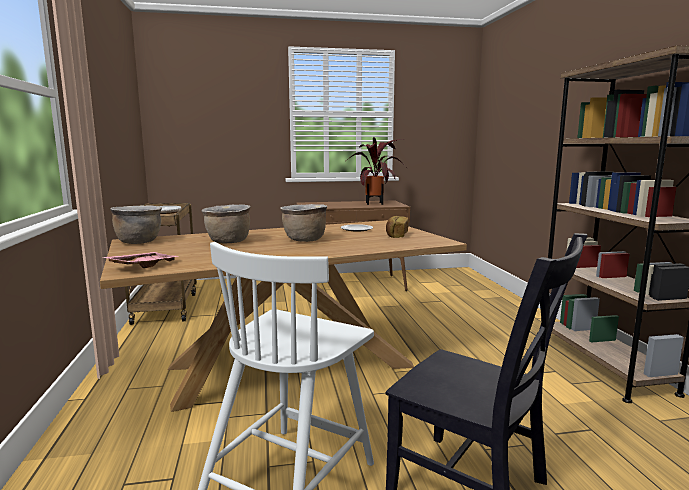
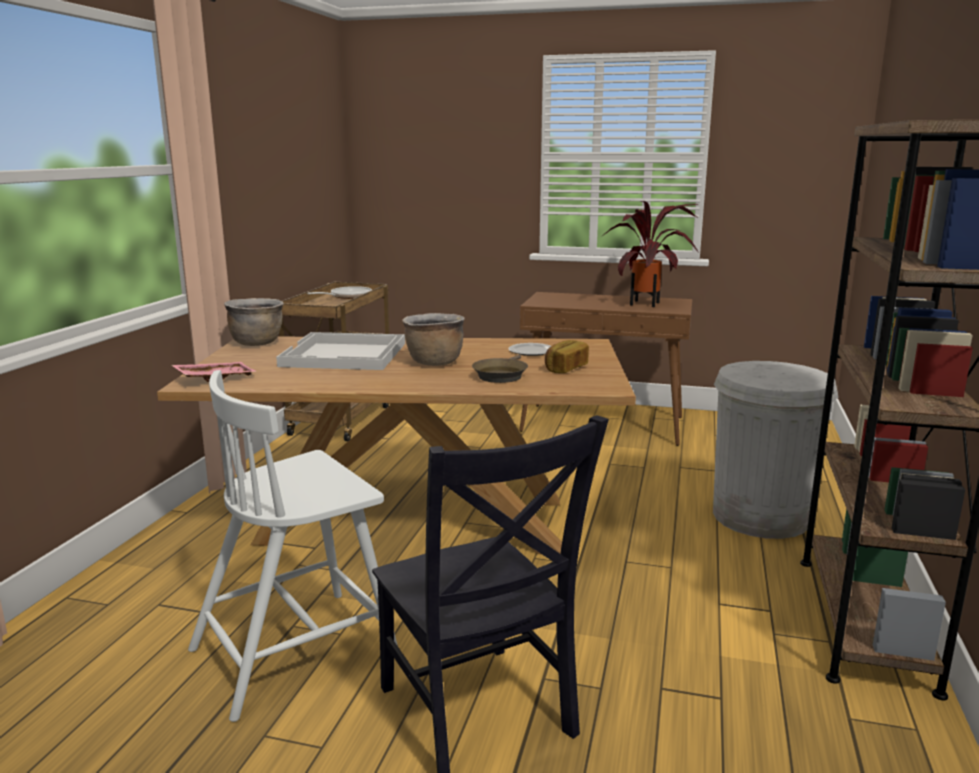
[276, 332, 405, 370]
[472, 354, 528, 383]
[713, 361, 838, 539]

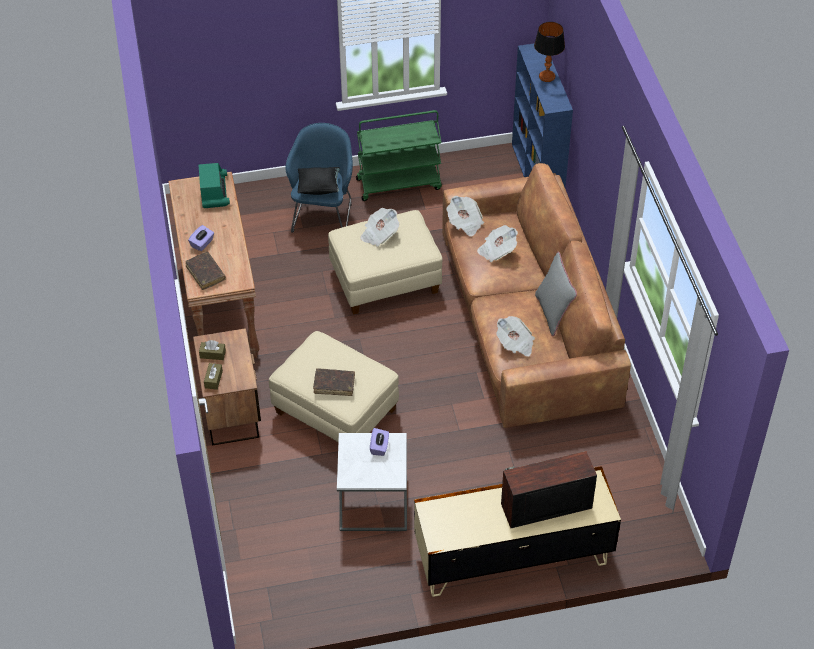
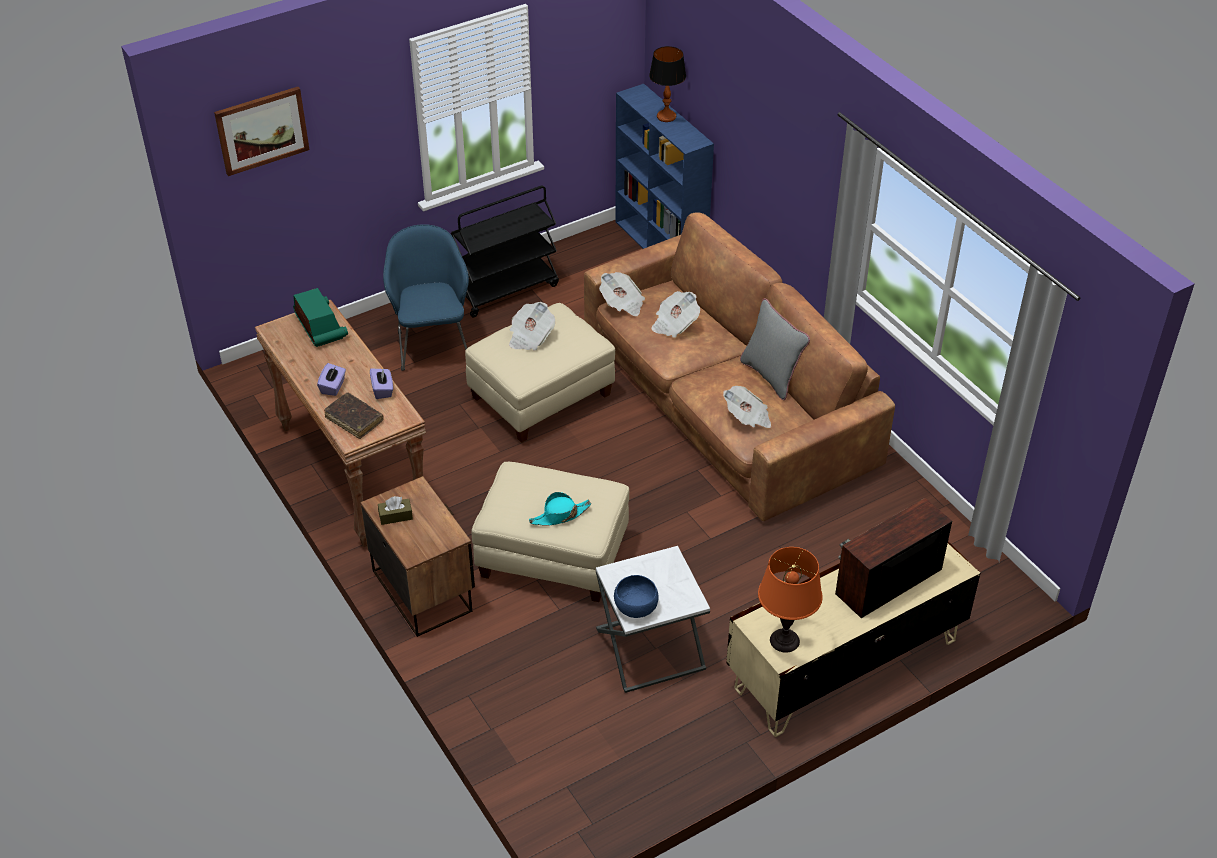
[451, 186, 559, 317]
[298, 167, 340, 195] (first image)
[204, 363, 223, 390] (first image)
[529, 492, 591, 526]
[370, 367, 393, 399]
[214, 87, 310, 176]
[758, 547, 823, 653]
[614, 575, 659, 618]

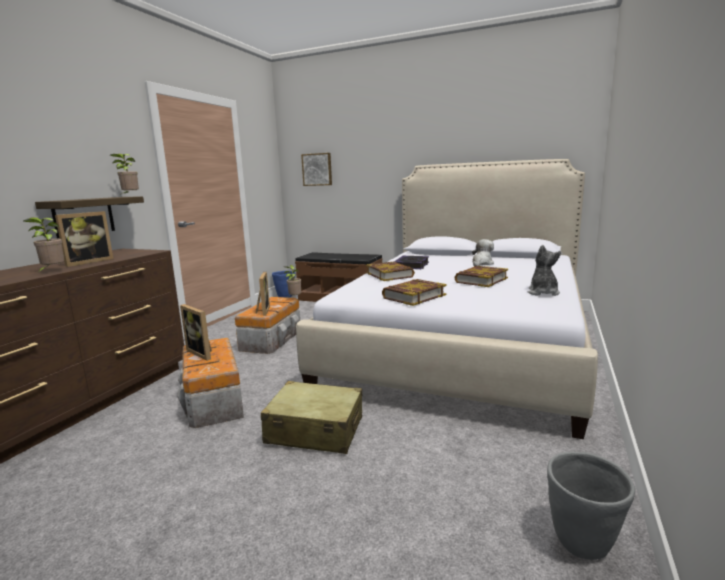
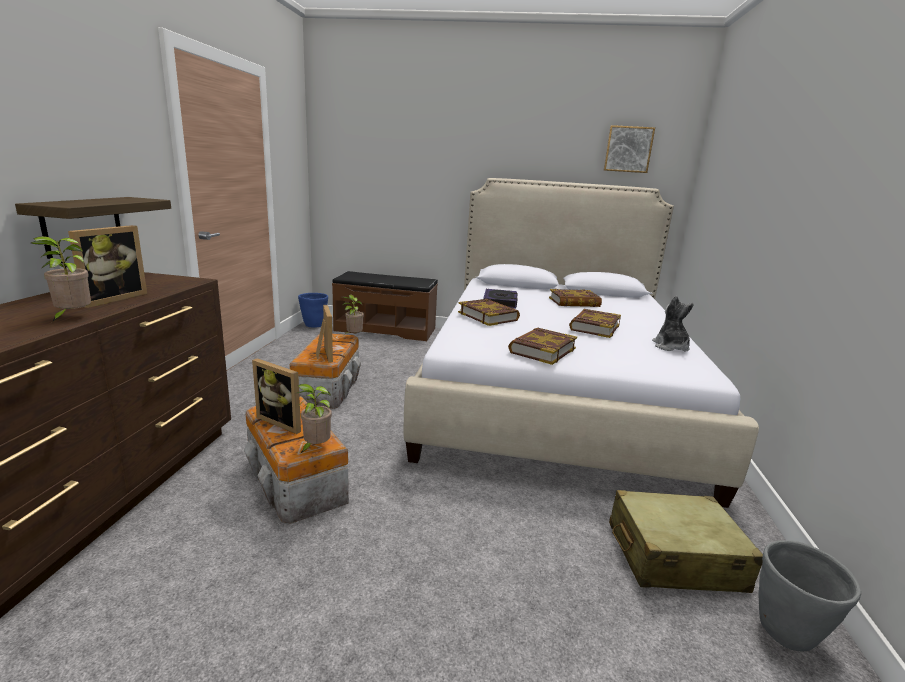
[604, 125, 655, 173]
[297, 384, 332, 454]
[549, 289, 602, 307]
[609, 490, 763, 593]

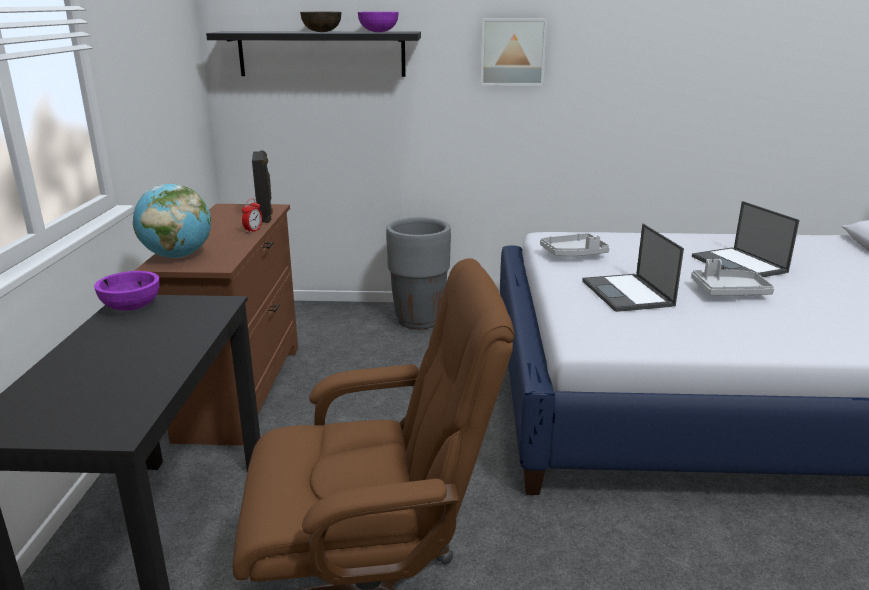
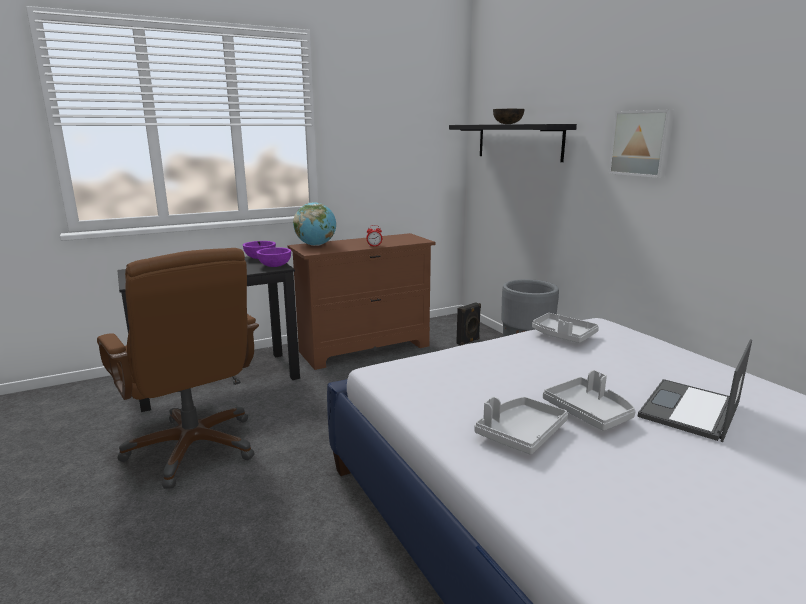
[256, 247, 291, 267]
[456, 302, 481, 346]
[582, 224, 684, 312] (first image)
[474, 397, 568, 455]

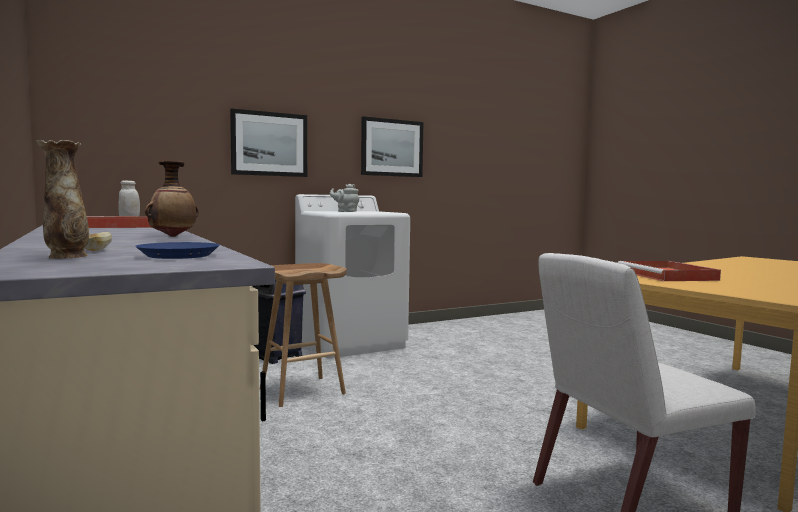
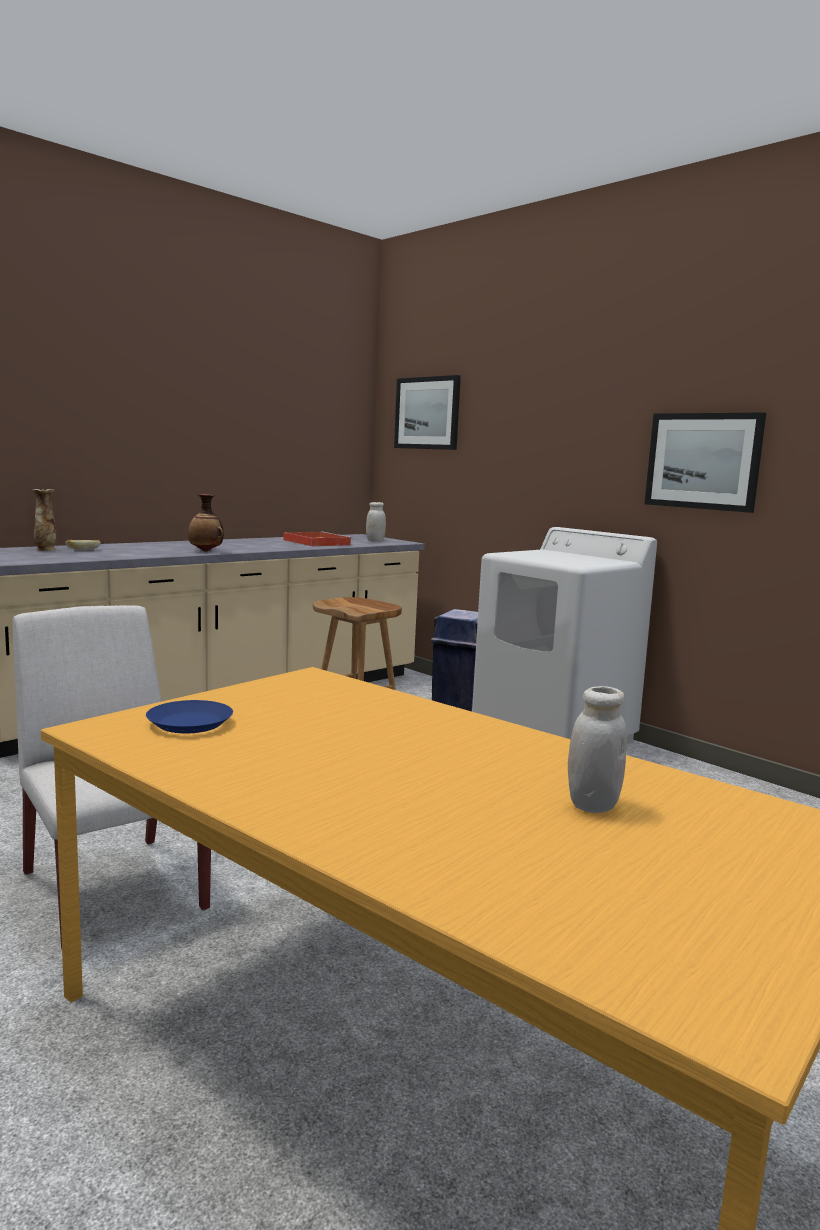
[394, 375, 461, 450]
[330, 184, 359, 212] (first image)
[146, 700, 233, 734]
[617, 261, 721, 281] (first image)
[568, 686, 627, 813]

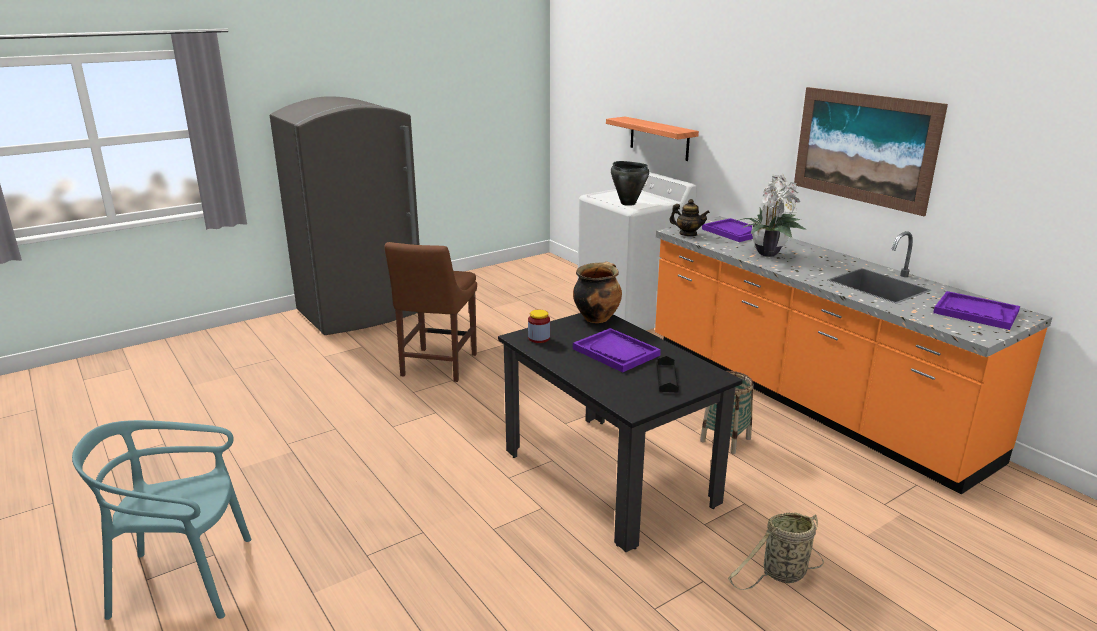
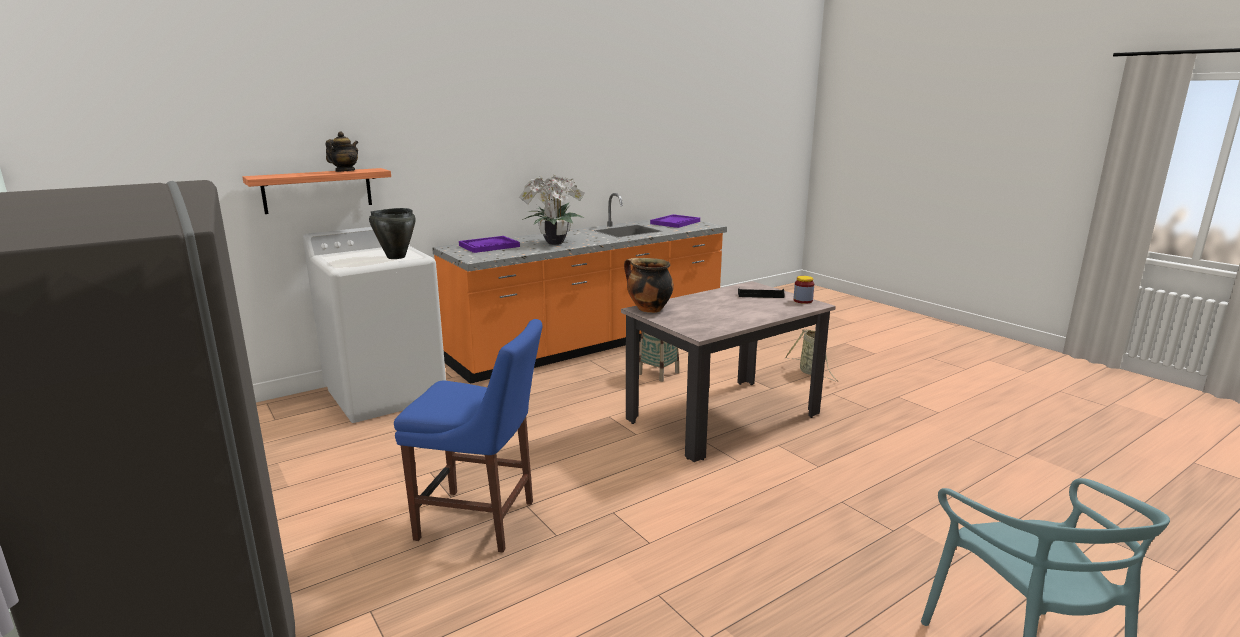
[794, 87, 948, 216] (first image)
[325, 131, 358, 172]
[394, 319, 542, 553]
[793, 276, 814, 304]
[621, 281, 836, 462]
[573, 328, 661, 373] (first image)

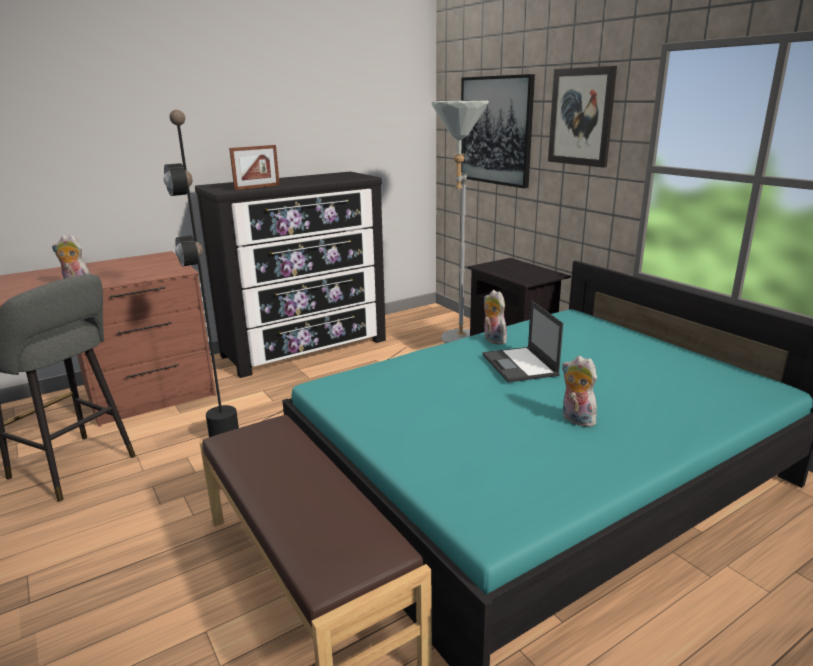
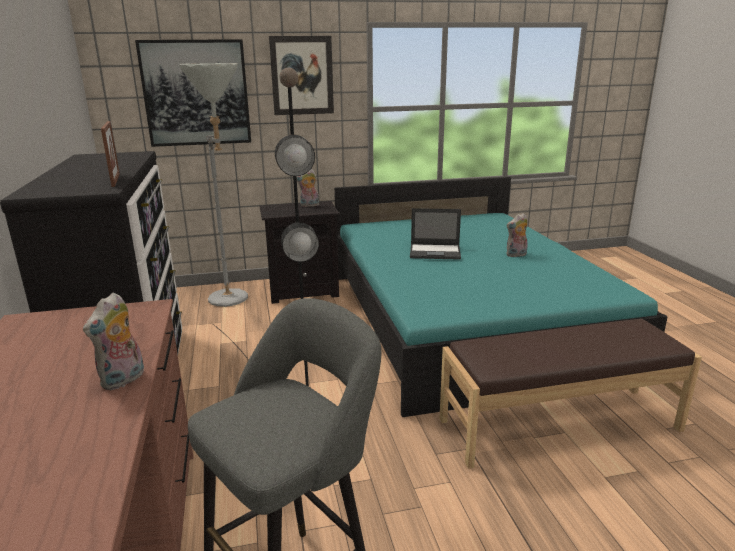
[297, 169, 319, 207]

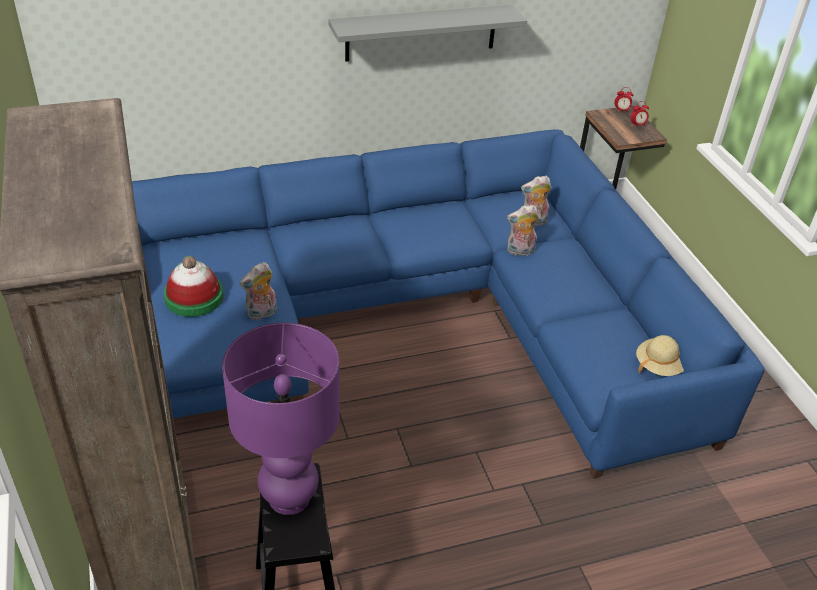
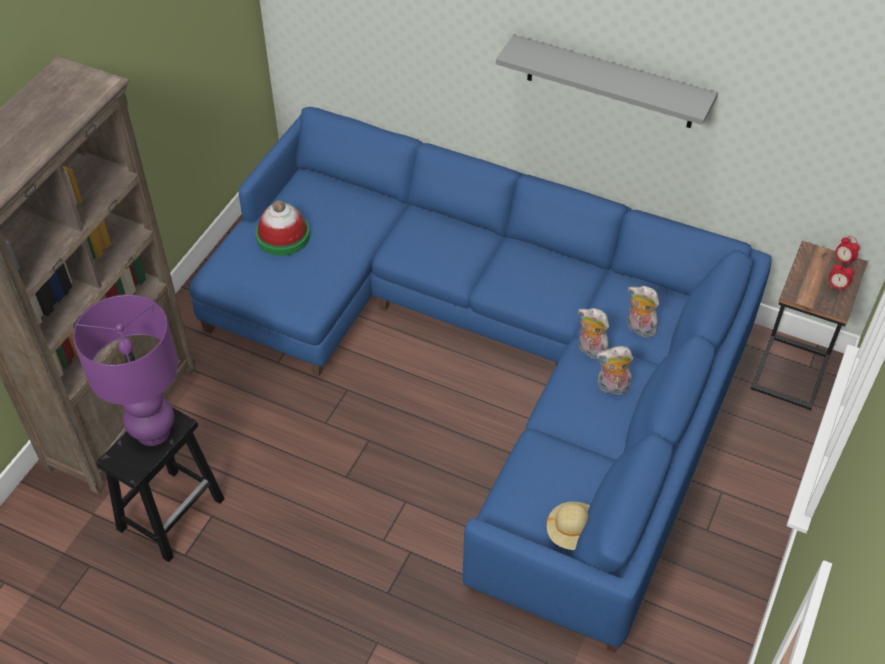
[596, 346, 633, 394]

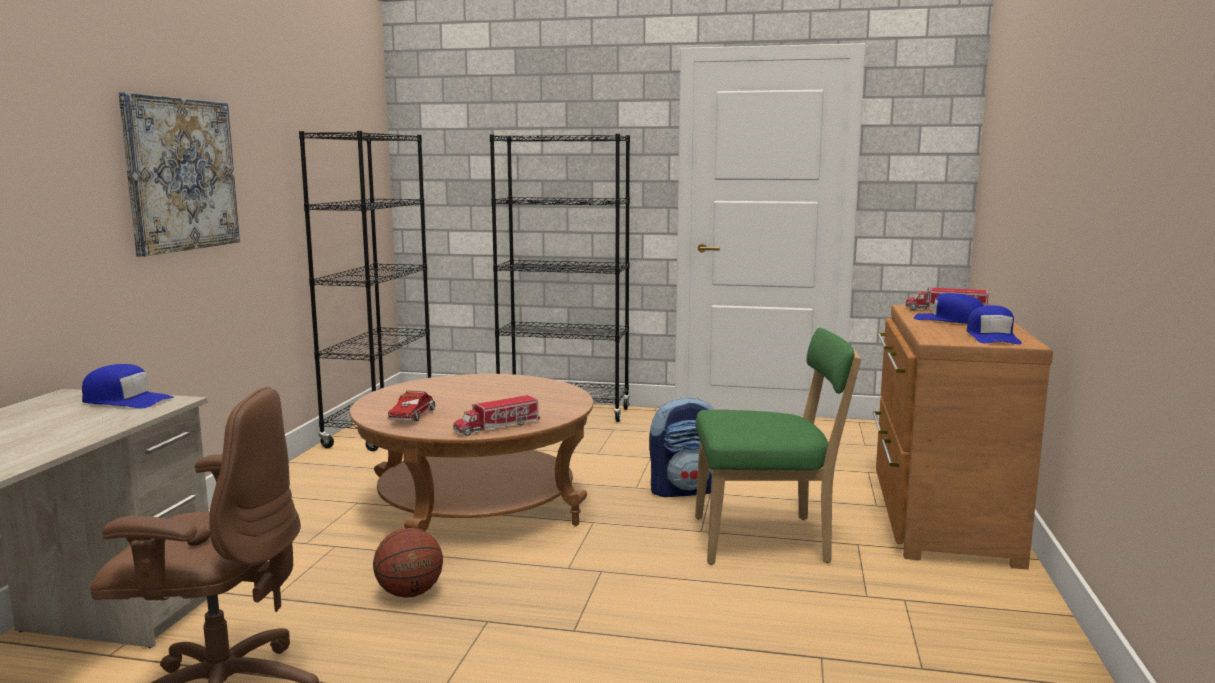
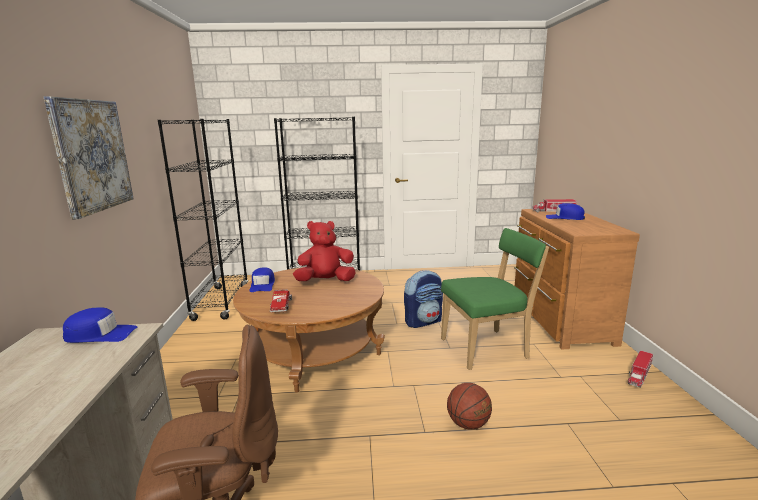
[250, 267, 275, 292]
[628, 351, 653, 388]
[447, 383, 492, 430]
[293, 221, 356, 281]

